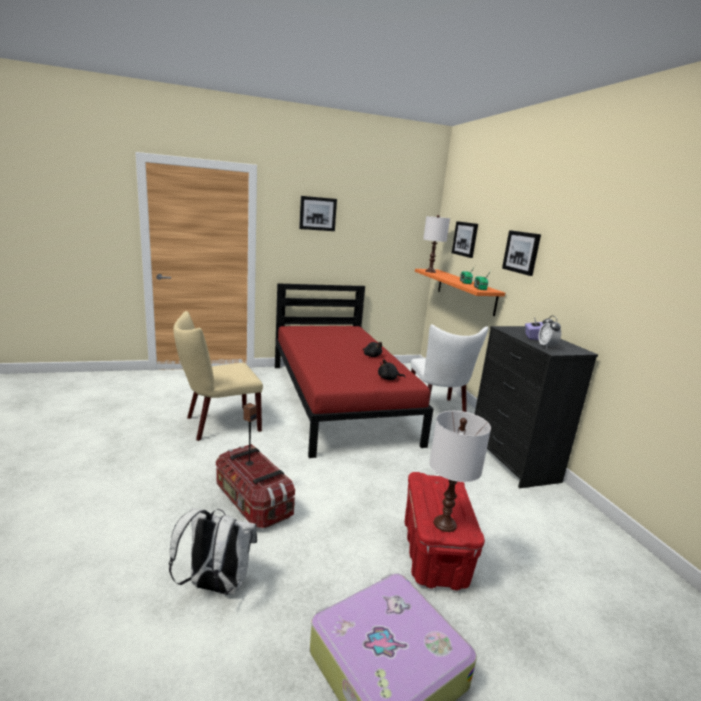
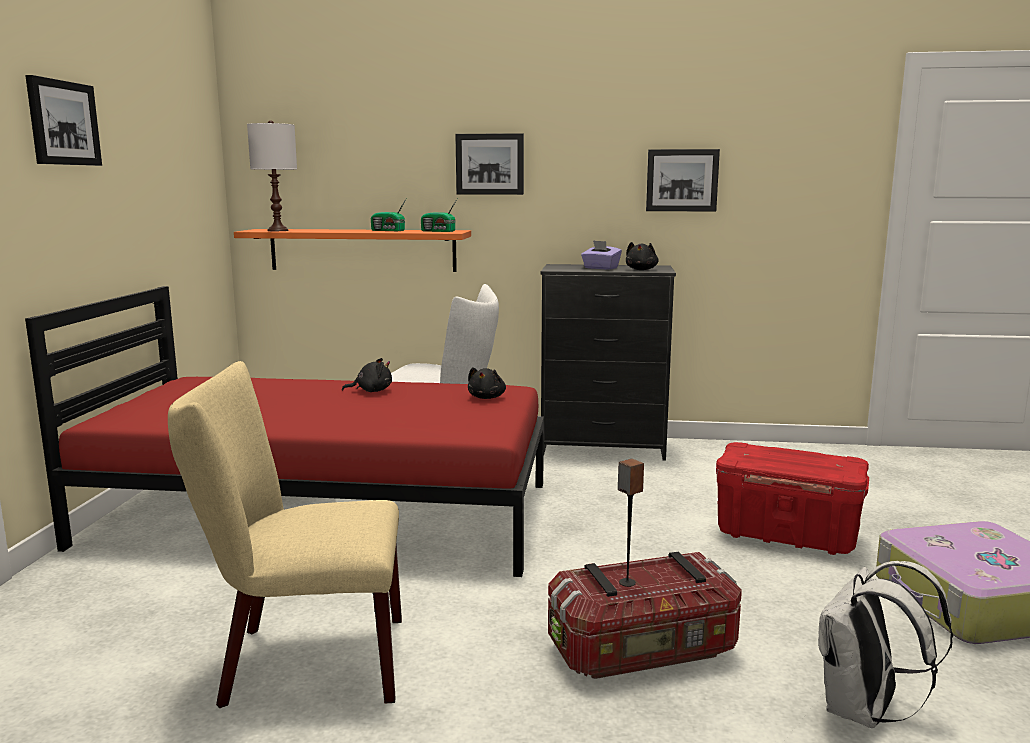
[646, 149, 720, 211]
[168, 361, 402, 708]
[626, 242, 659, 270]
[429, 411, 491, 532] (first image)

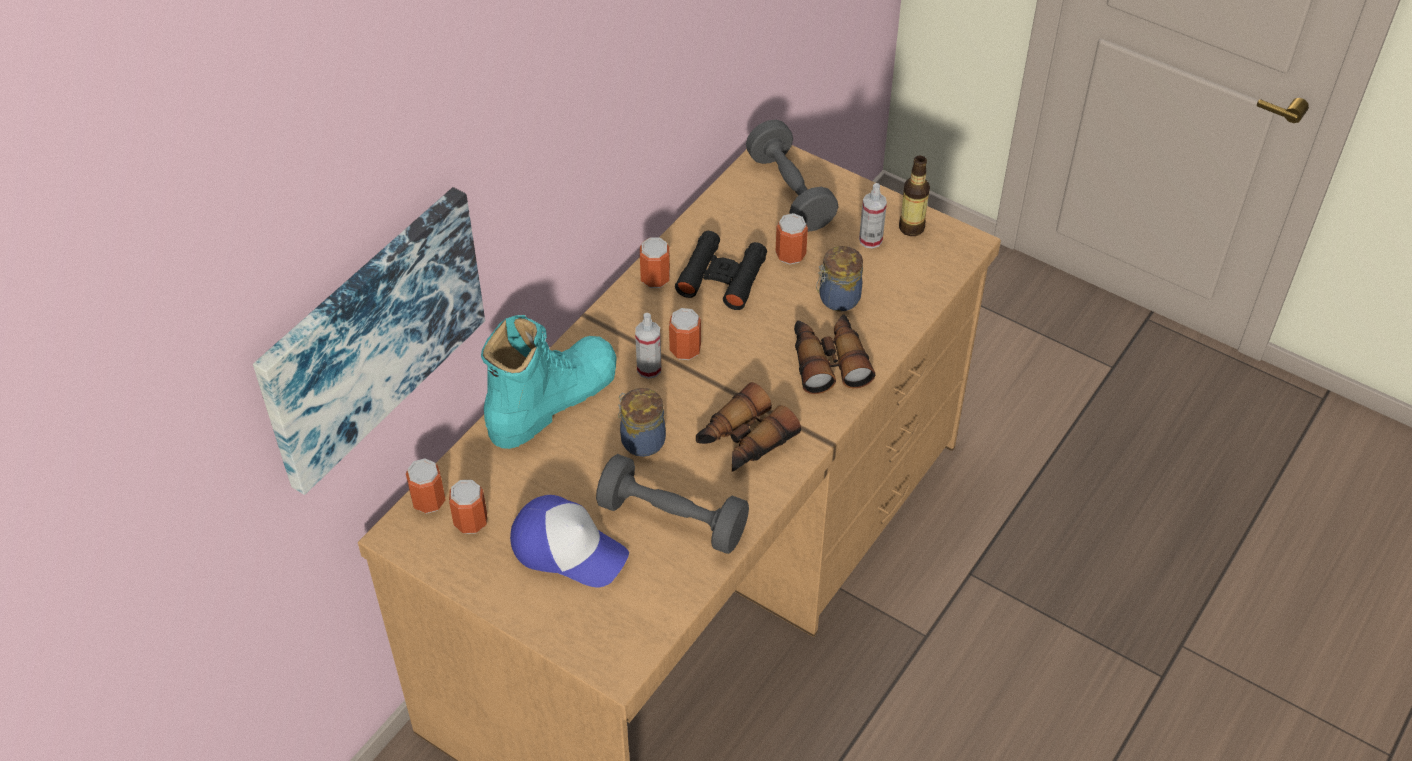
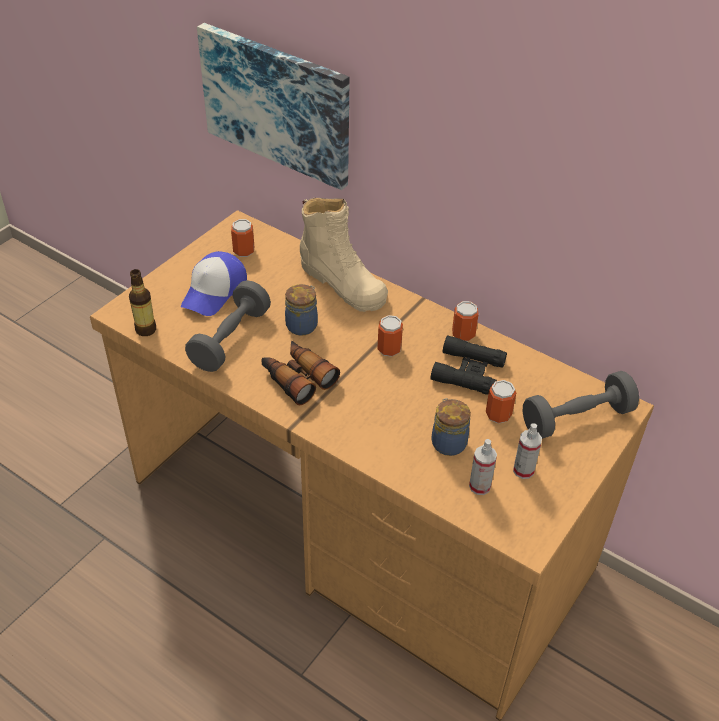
[129, 269, 156, 336]
[469, 439, 497, 495]
[794, 314, 875, 394] (first image)
[300, 198, 388, 312]
[406, 459, 446, 514] (first image)

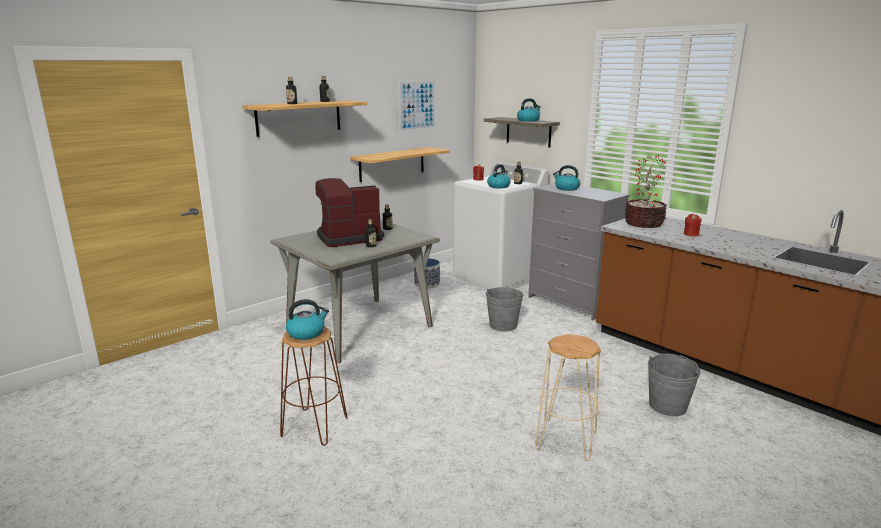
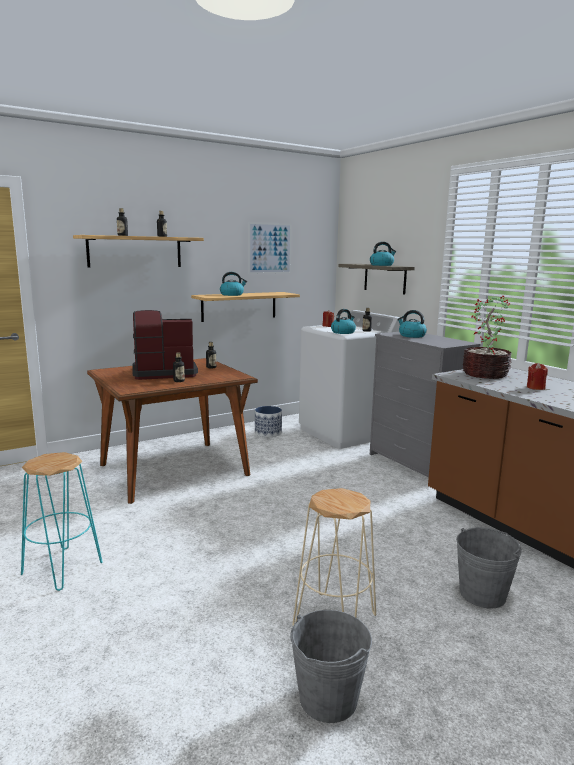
[87, 358, 258, 504]
[290, 610, 372, 723]
[220, 272, 247, 296]
[21, 452, 102, 591]

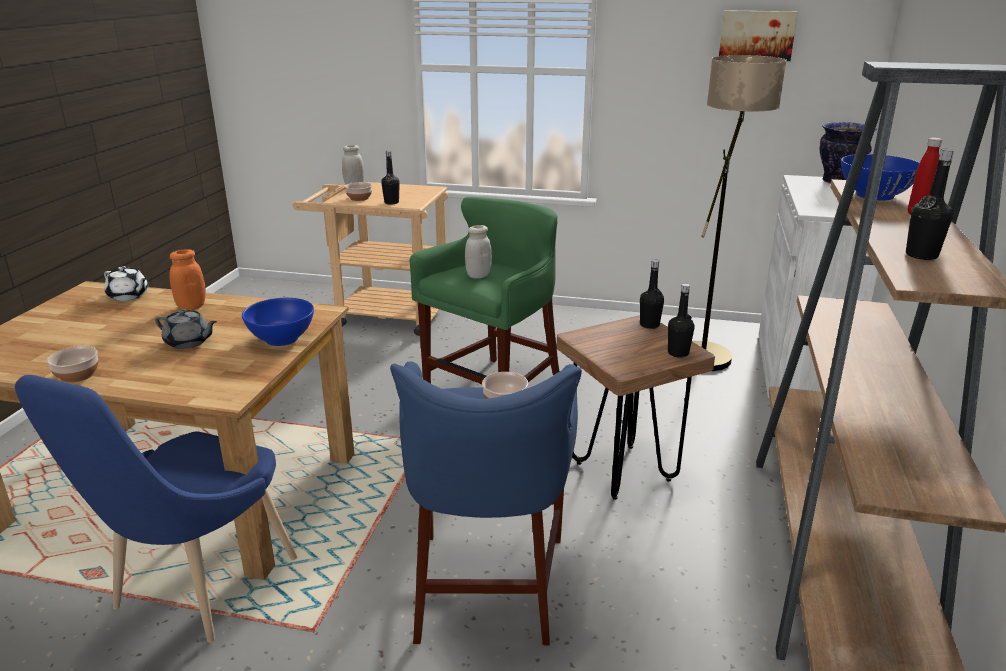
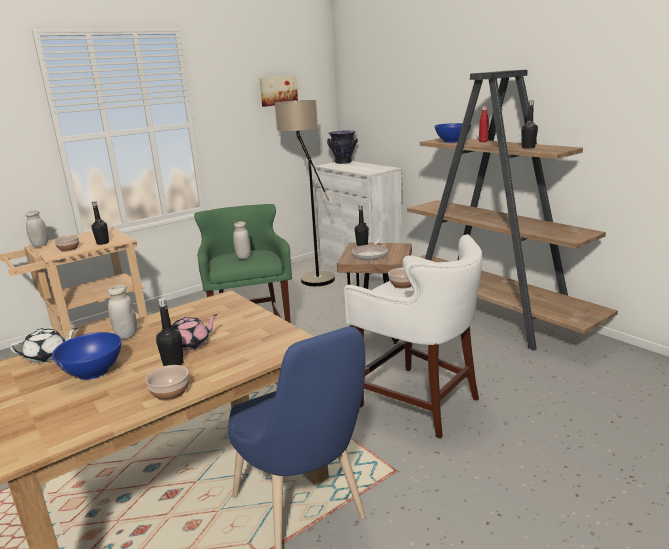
[108, 284, 137, 339]
[156, 298, 184, 366]
[52, 332, 122, 380]
[172, 314, 218, 351]
[344, 234, 482, 439]
[352, 239, 388, 260]

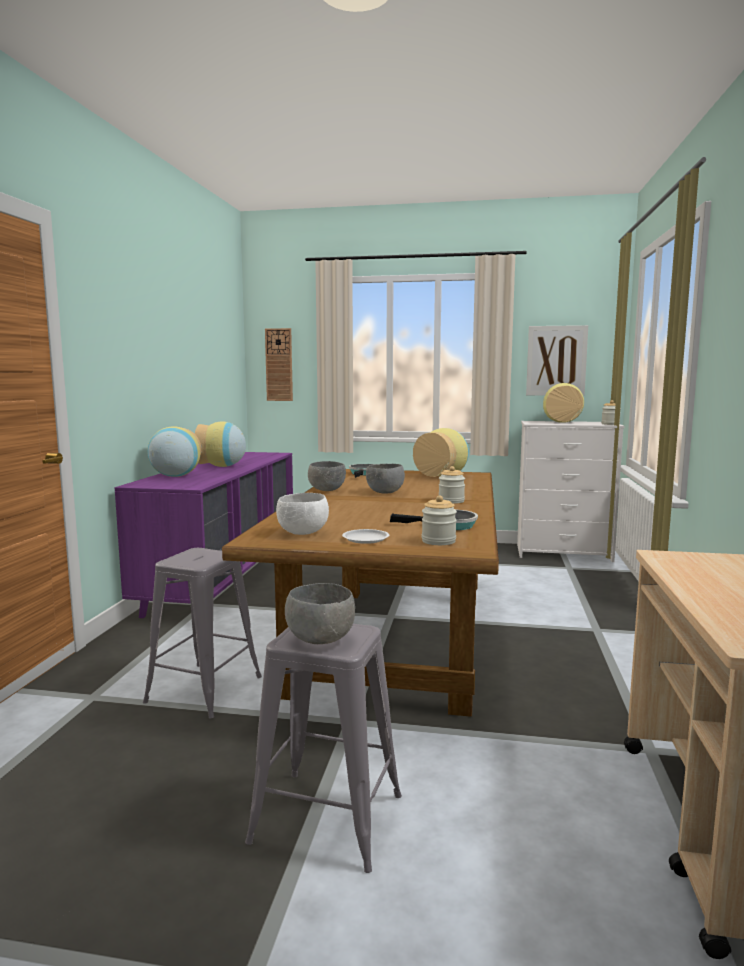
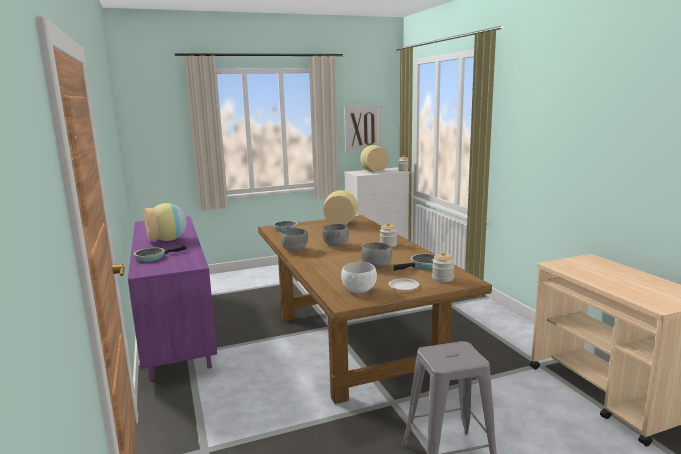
[265, 328, 293, 401] (first image)
[134, 245, 186, 262]
[143, 548, 262, 719] (first image)
[361, 242, 392, 268]

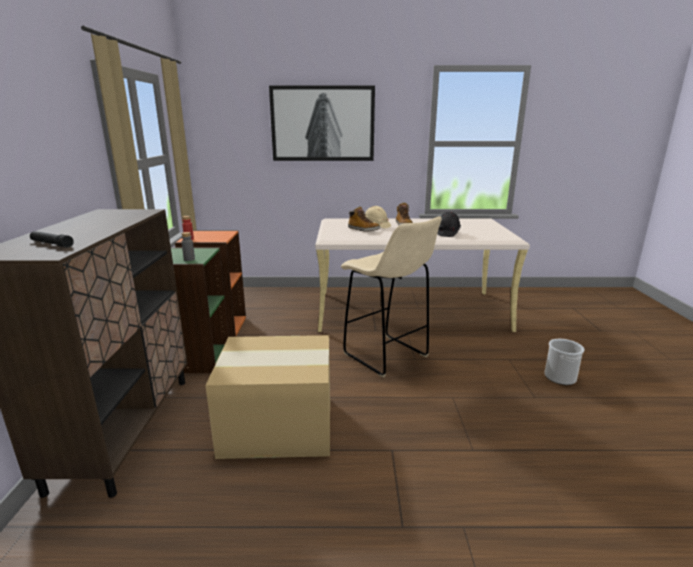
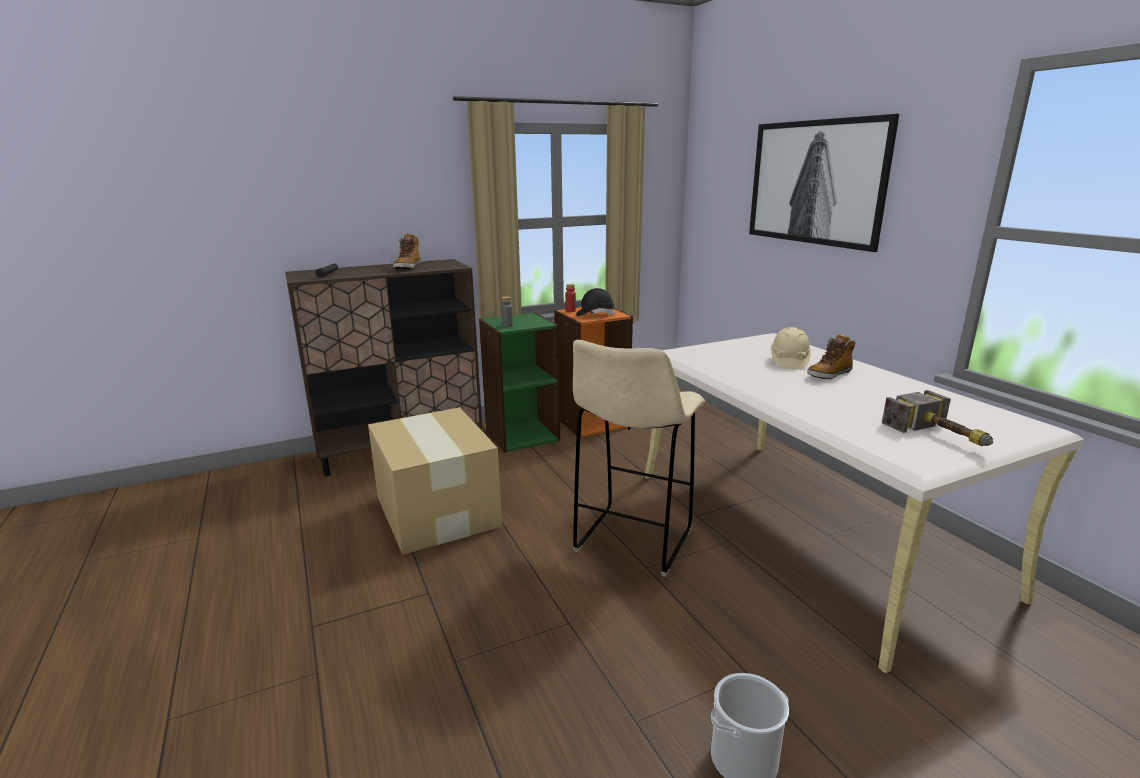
[393, 233, 421, 269]
[576, 288, 615, 316]
[882, 390, 993, 446]

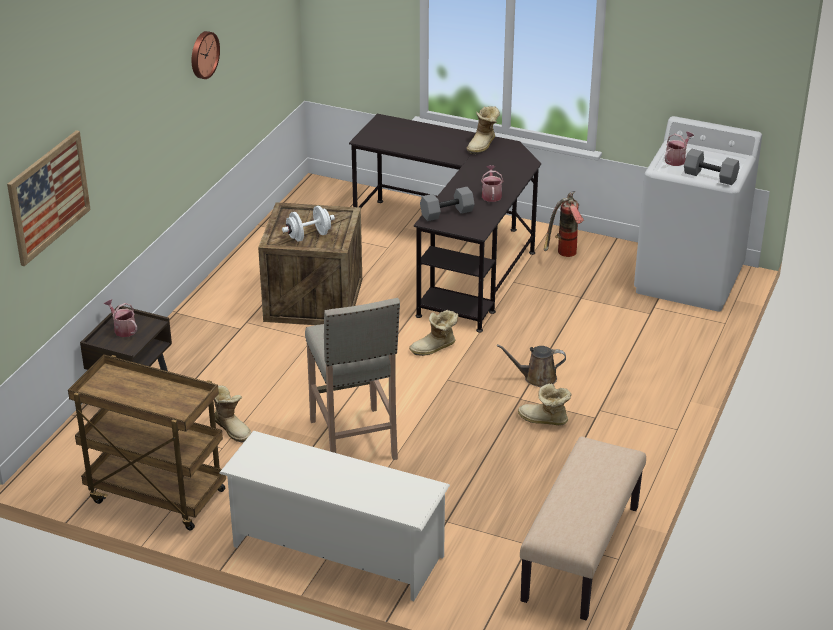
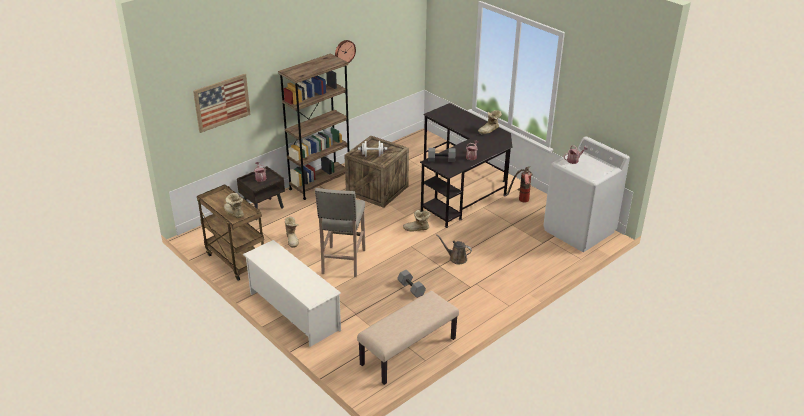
[397, 270, 426, 298]
[224, 193, 244, 218]
[278, 54, 349, 200]

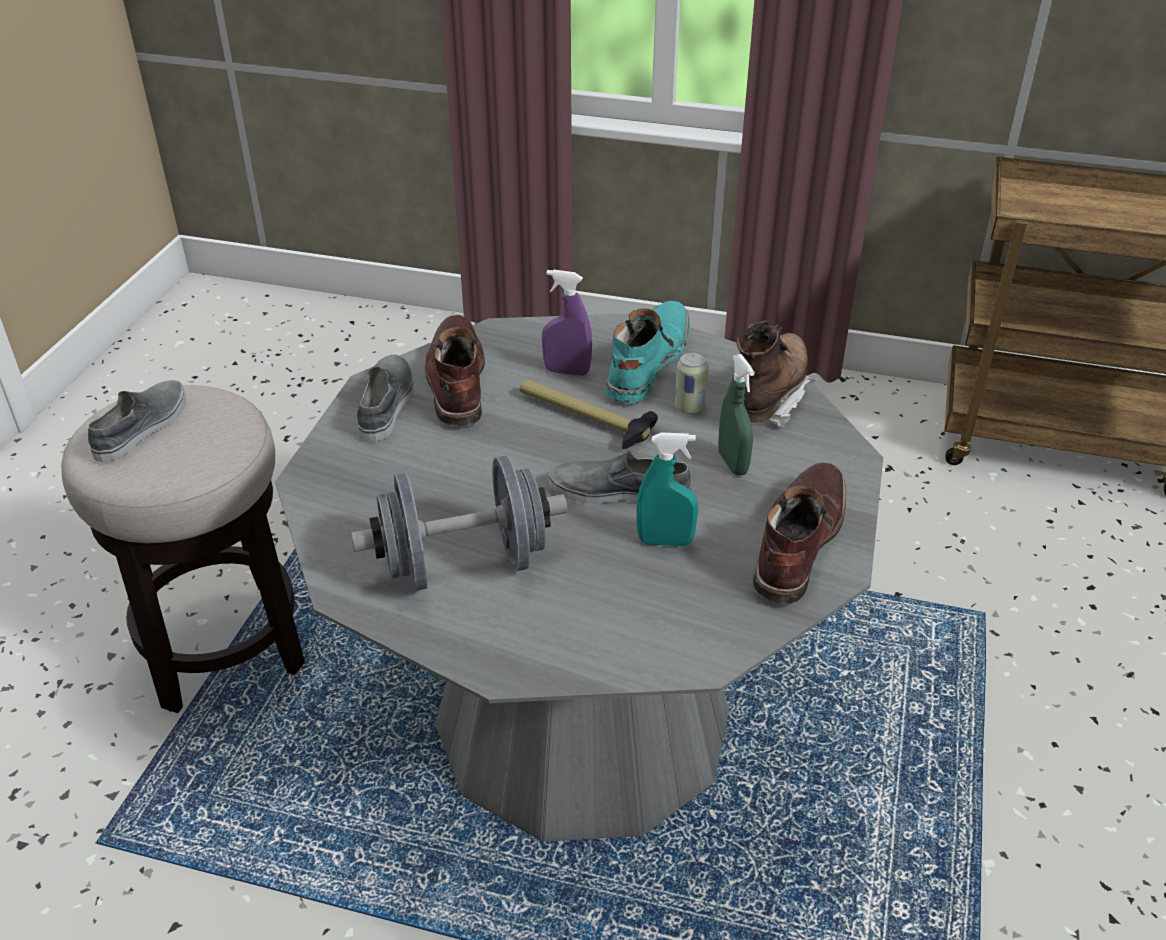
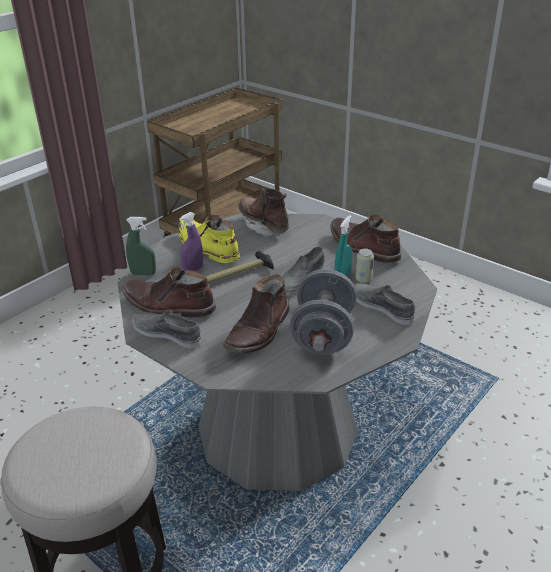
[178, 215, 240, 263]
[355, 249, 374, 283]
[126, 217, 156, 275]
[354, 283, 415, 325]
[223, 274, 290, 353]

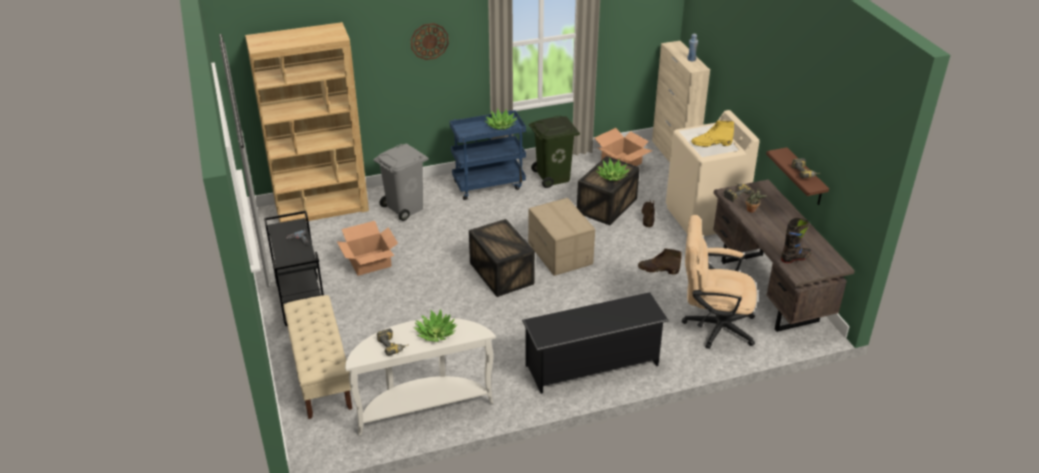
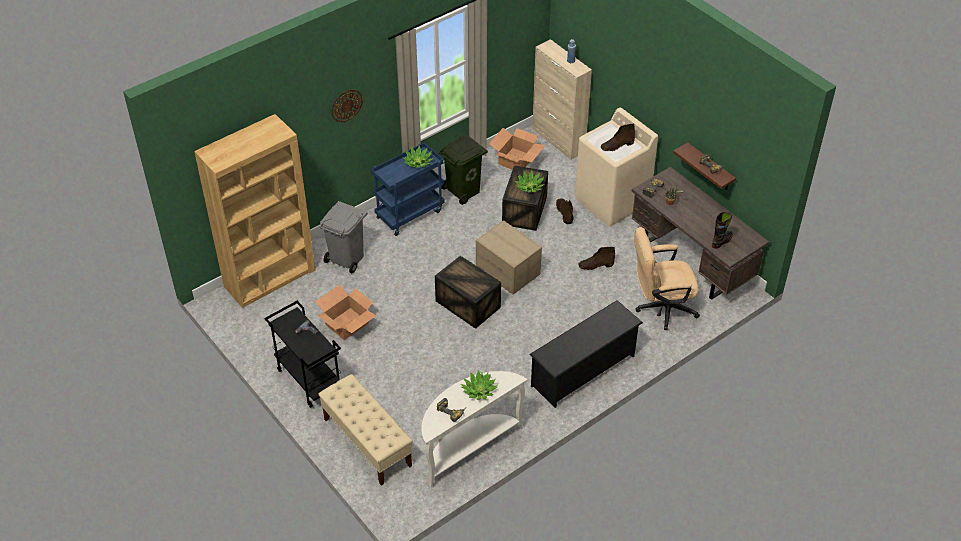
[601, 124, 635, 151]

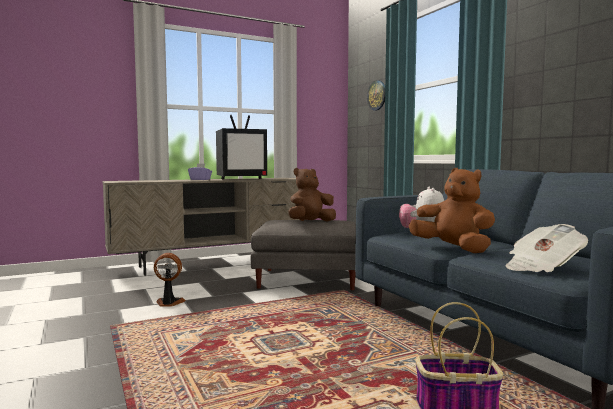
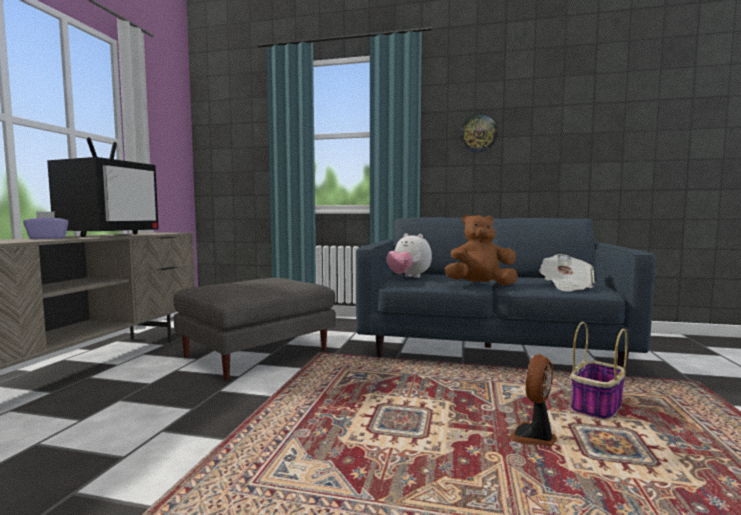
[460, 114, 498, 152]
[289, 168, 336, 222] (first image)
[508, 354, 557, 446]

